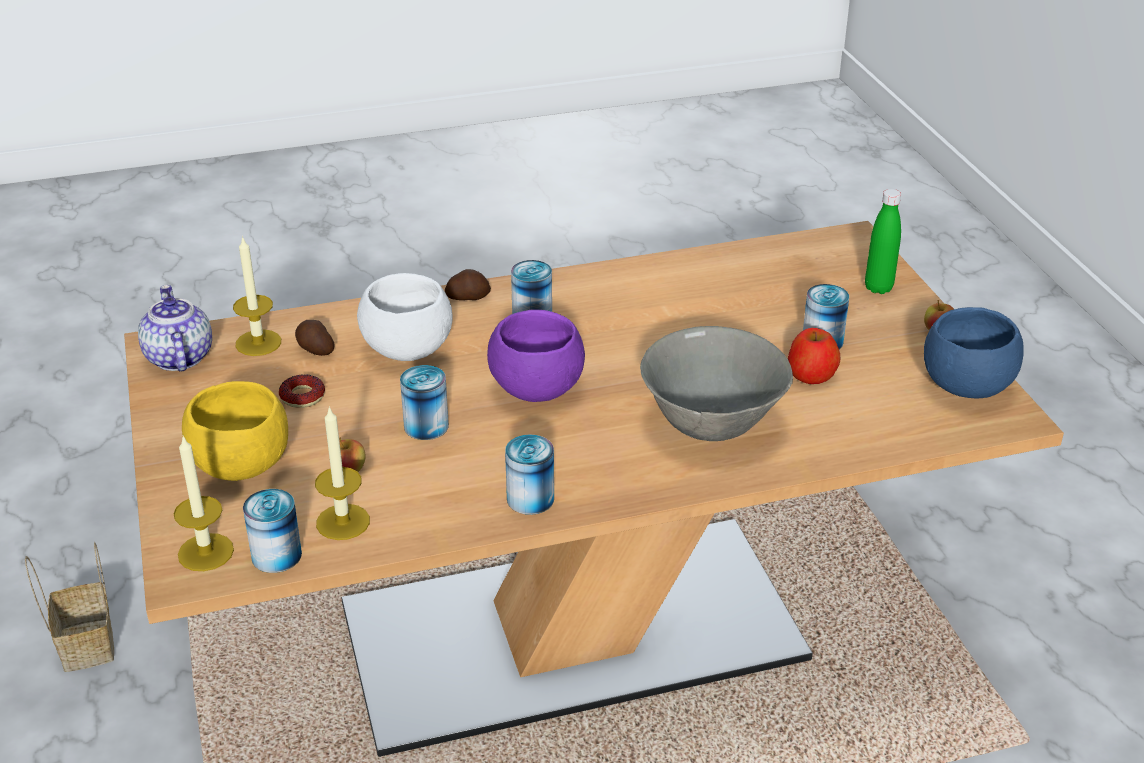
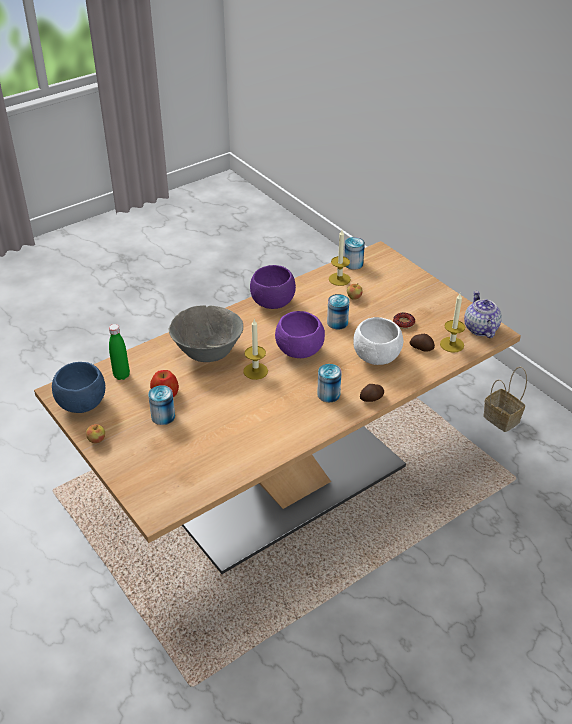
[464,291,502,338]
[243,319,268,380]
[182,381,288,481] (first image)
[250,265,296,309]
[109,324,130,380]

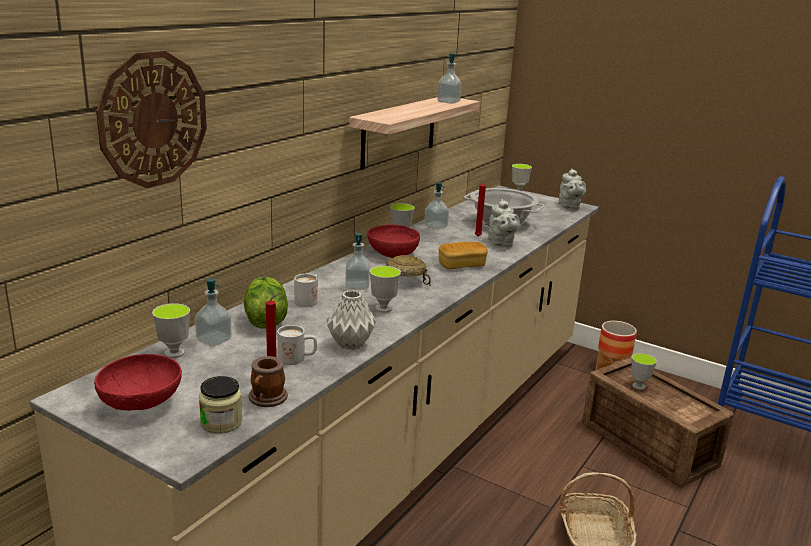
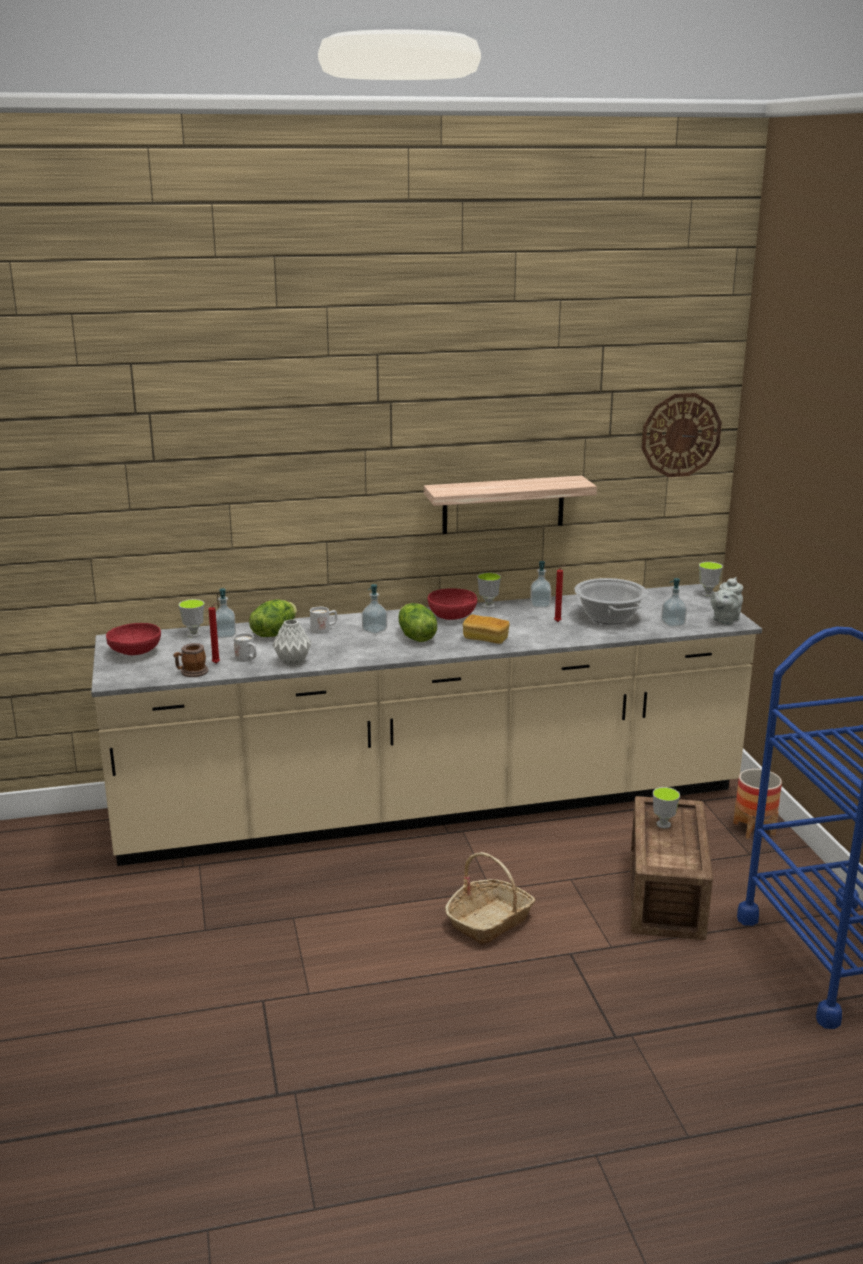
[641,393,722,477]
[199,376,243,434] (first image)
[370,266,401,313] (first image)
[398,603,437,642]
[661,578,687,627]
[488,199,520,247] (first image)

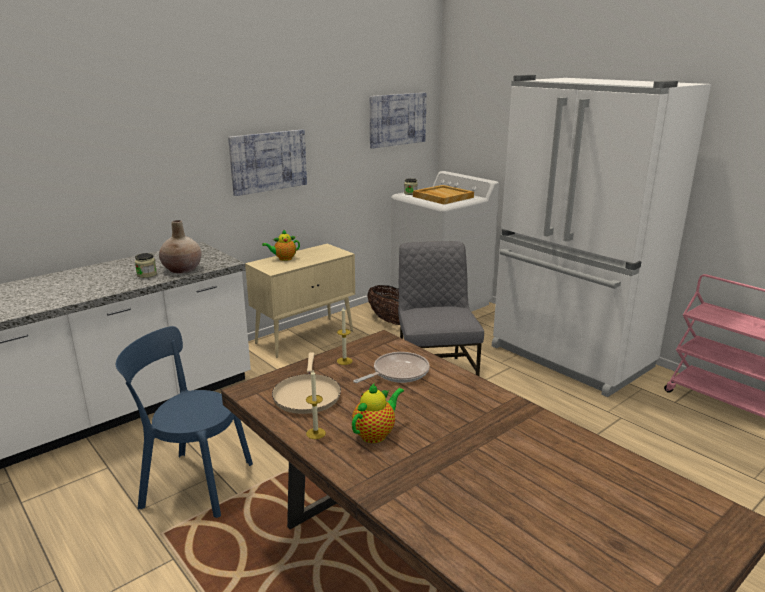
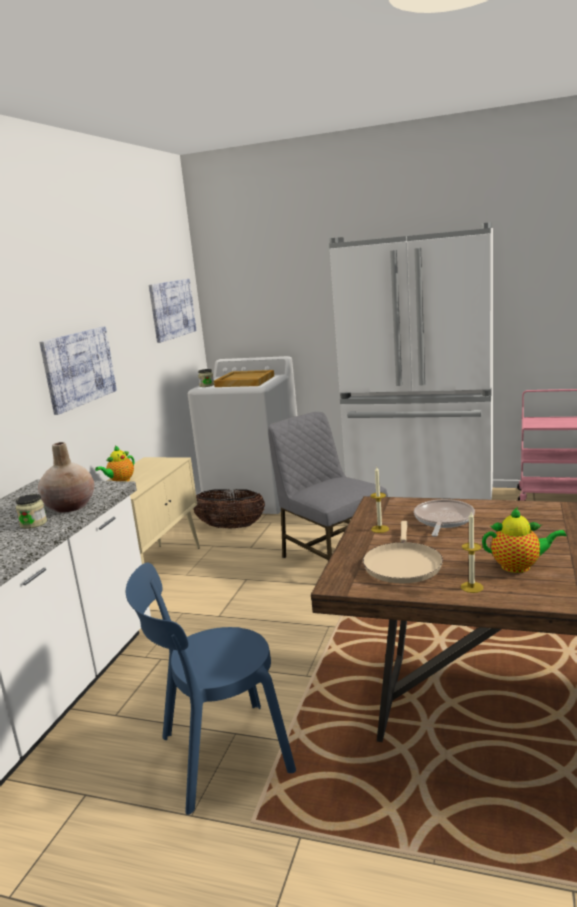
[363,521,443,583]
[482,507,567,573]

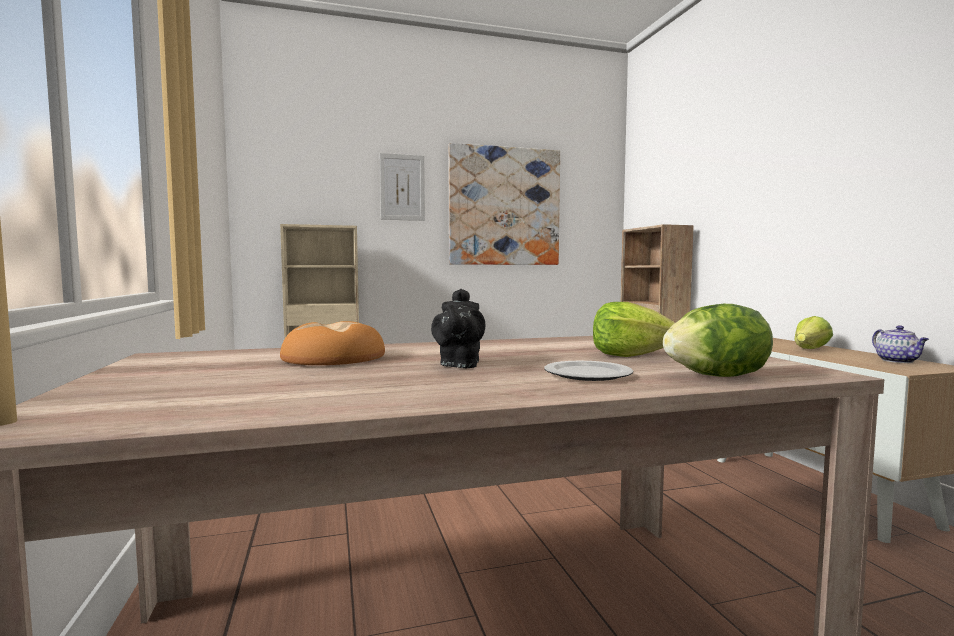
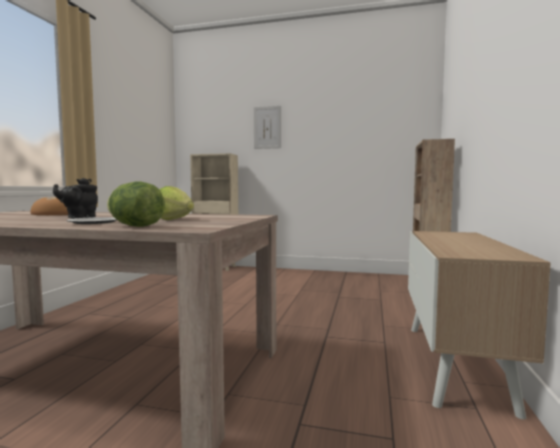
[448,143,560,265] (first image)
[794,316,833,349] (first image)
[872,325,929,363] (first image)

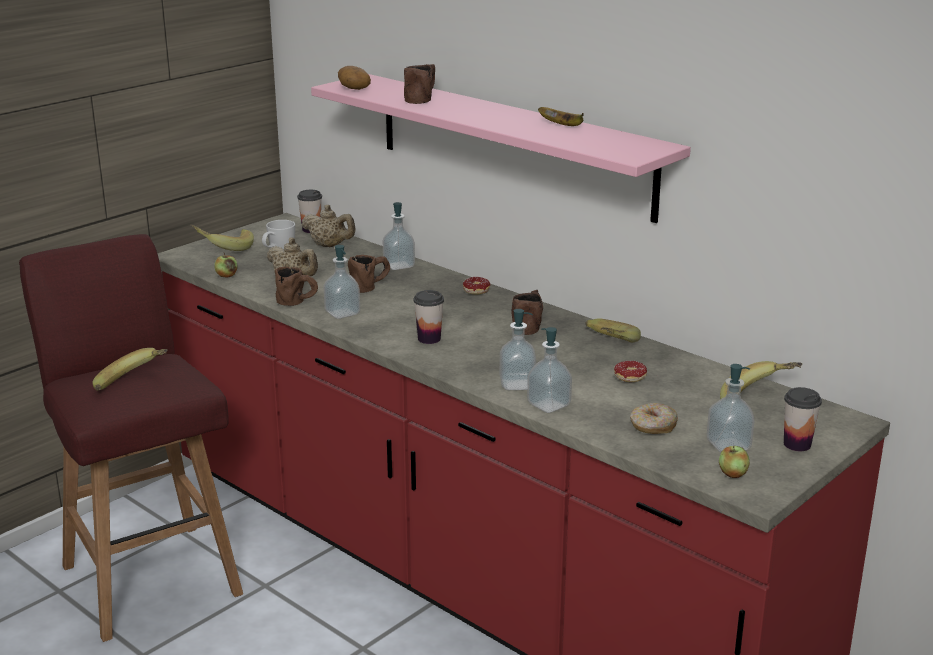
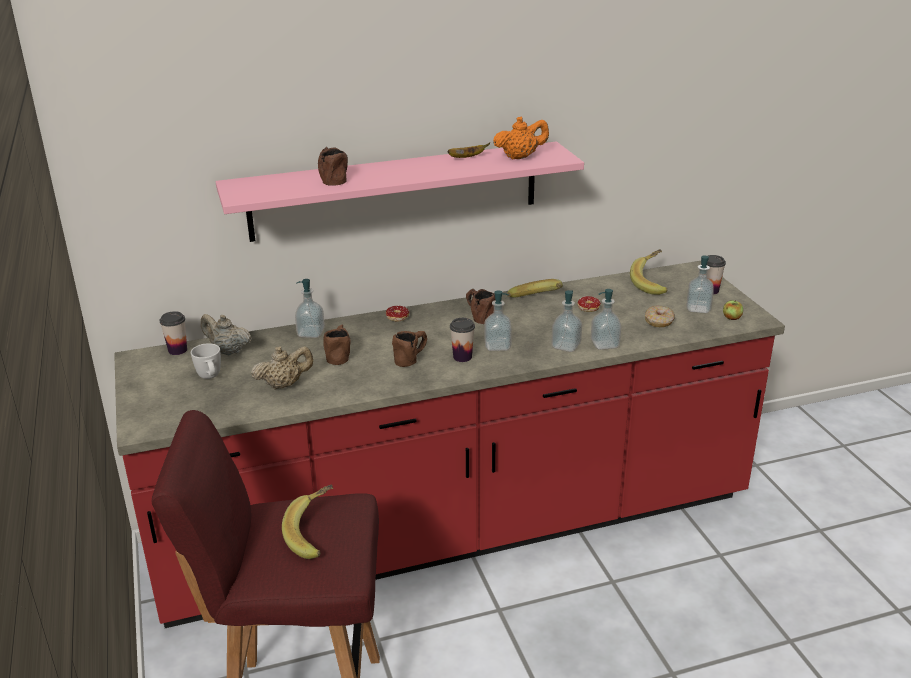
[191,224,254,251] (first image)
[214,252,237,278] (first image)
[392,331,427,367]
[201,314,252,355]
[484,290,512,351]
[338,66,371,90] (first image)
[493,116,549,159]

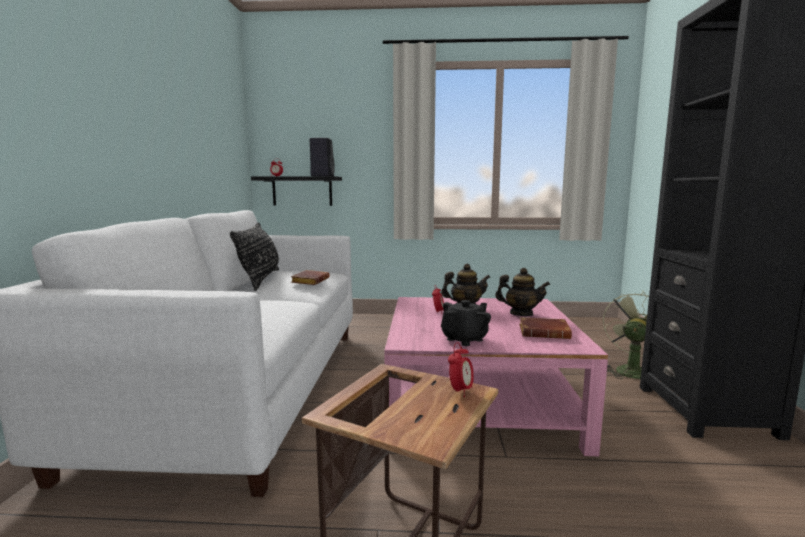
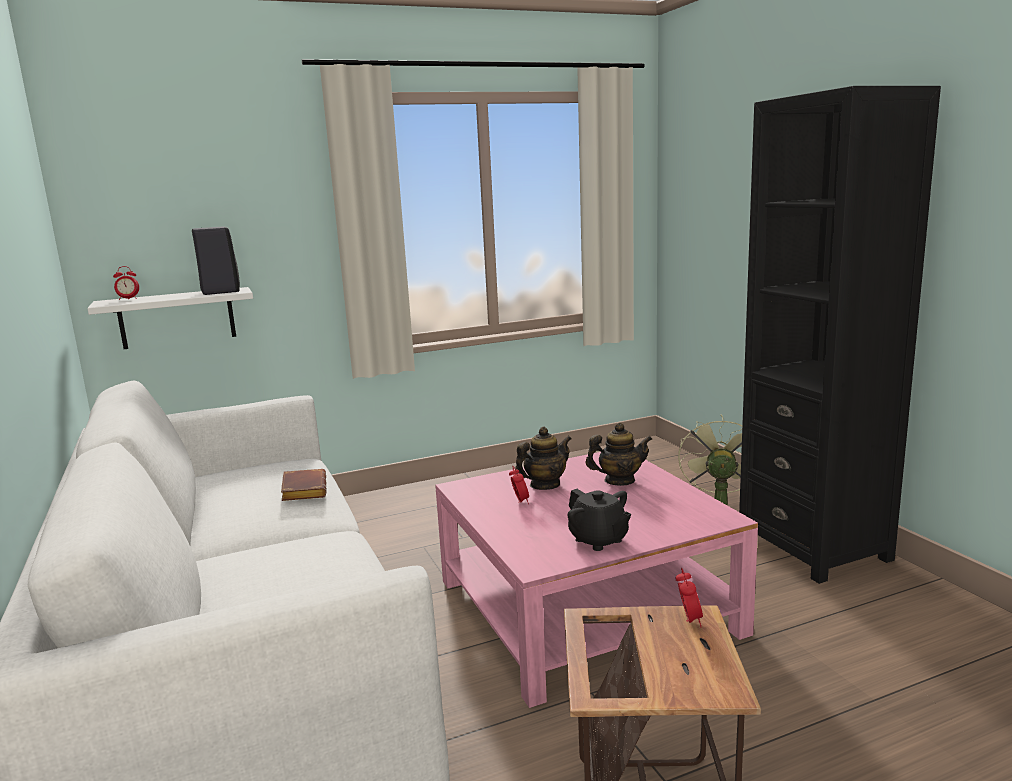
[230,222,279,291] (first image)
[87,287,253,349]
[568,489,631,551]
[519,317,572,339] (first image)

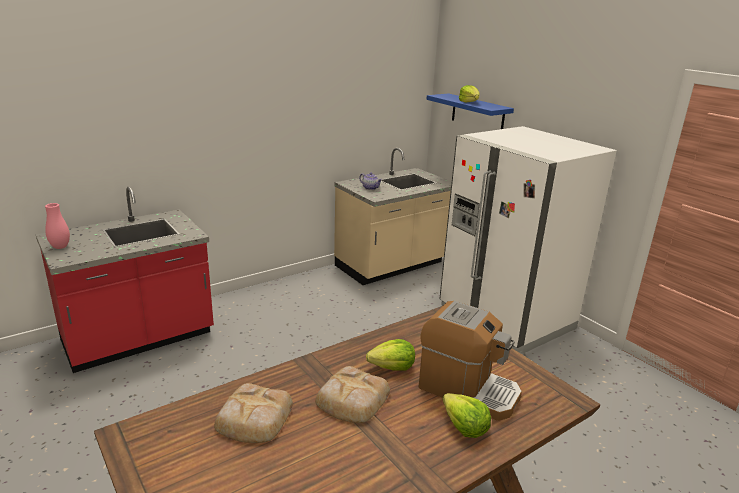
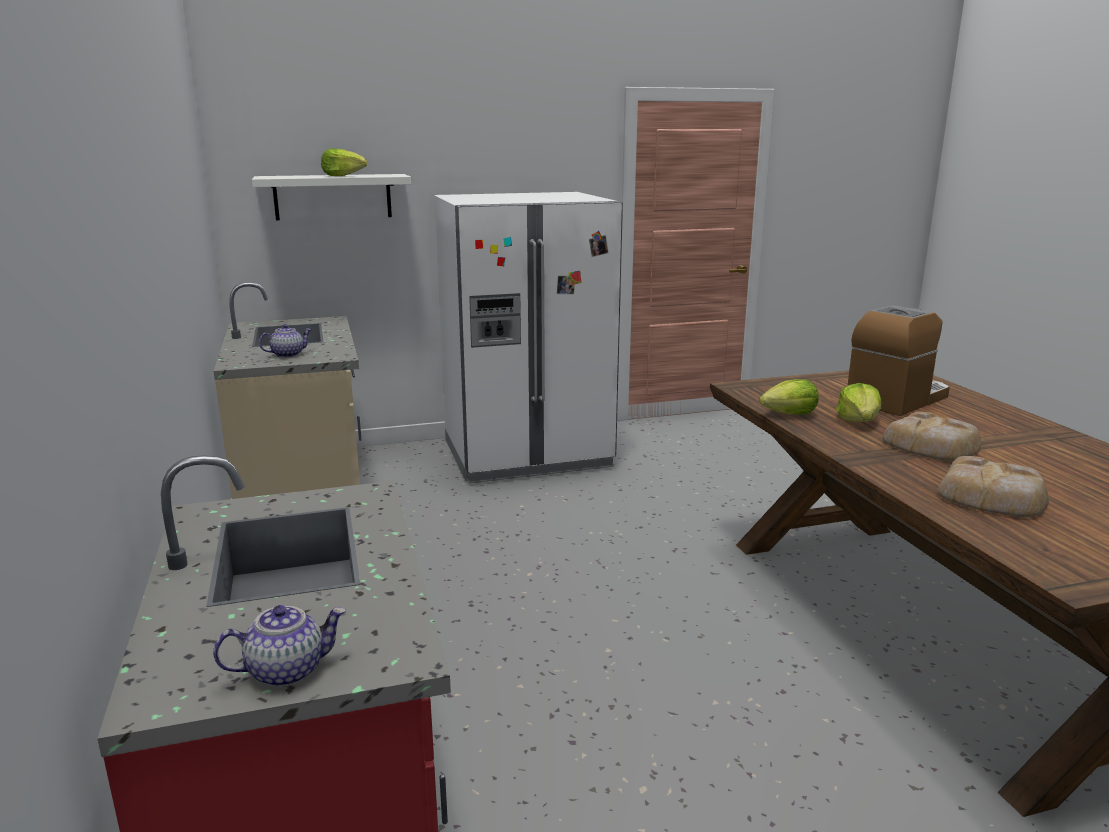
[213,605,346,687]
[252,174,411,220]
[760,379,819,414]

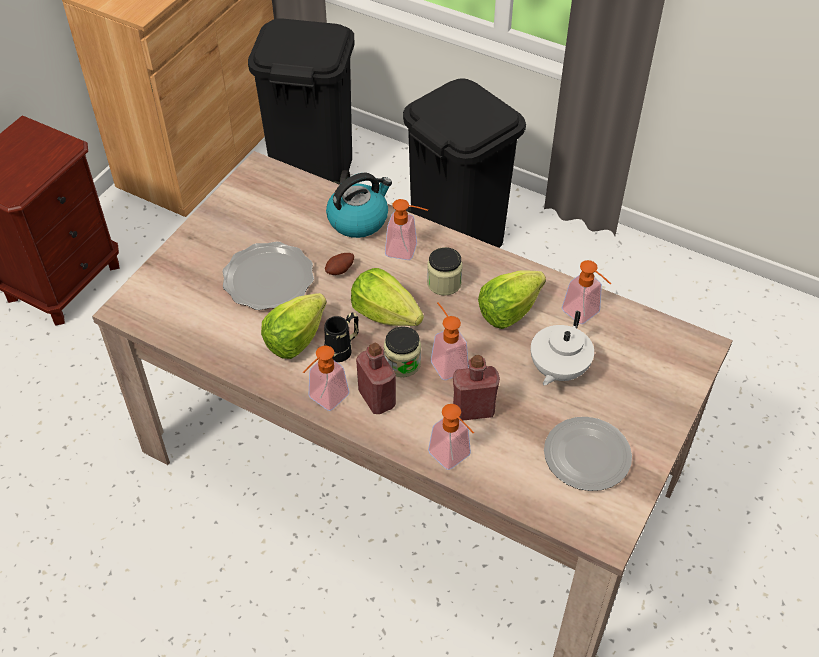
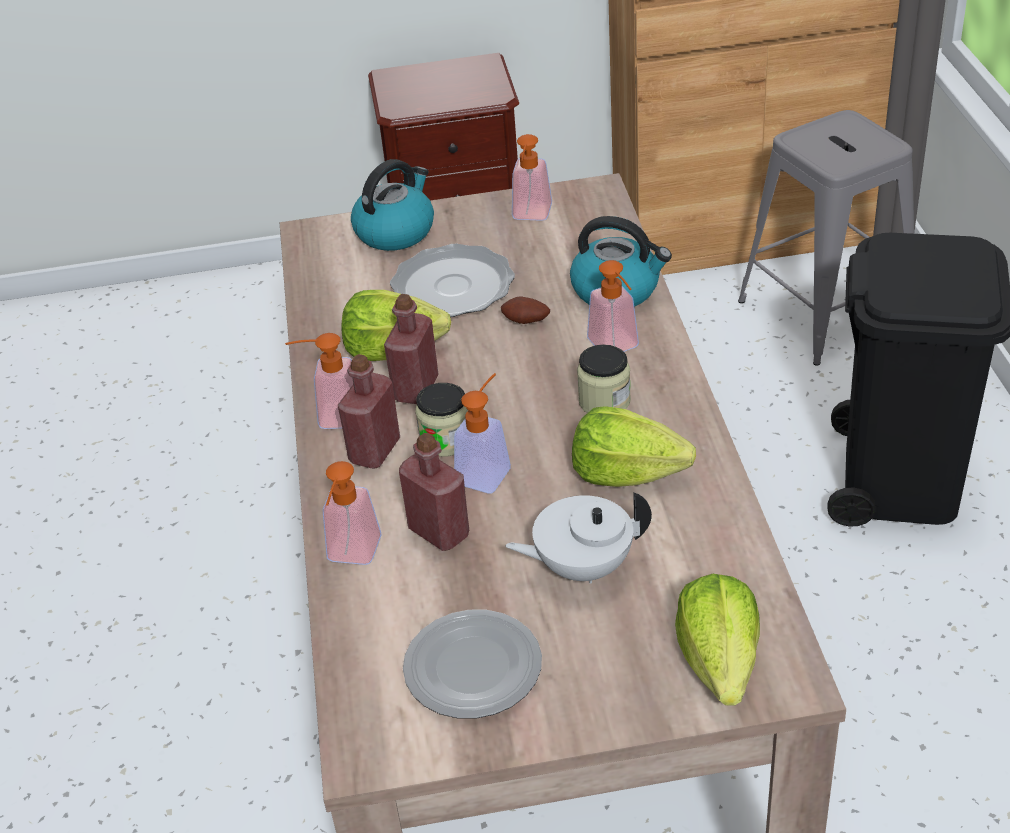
[738,110,914,365]
[384,294,439,404]
[675,574,760,706]
[512,134,552,221]
[351,159,434,251]

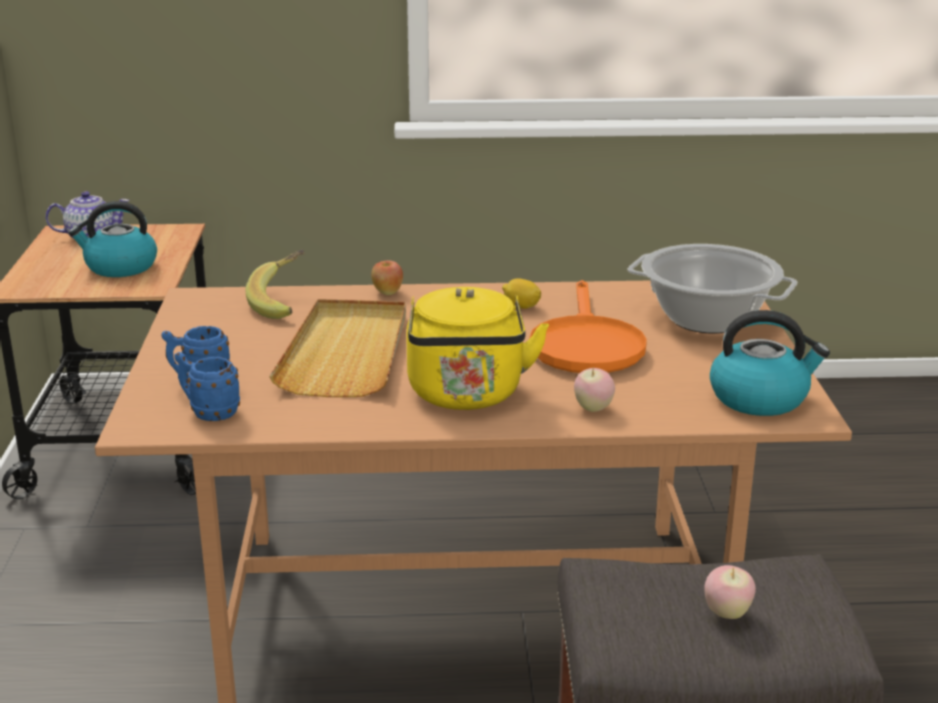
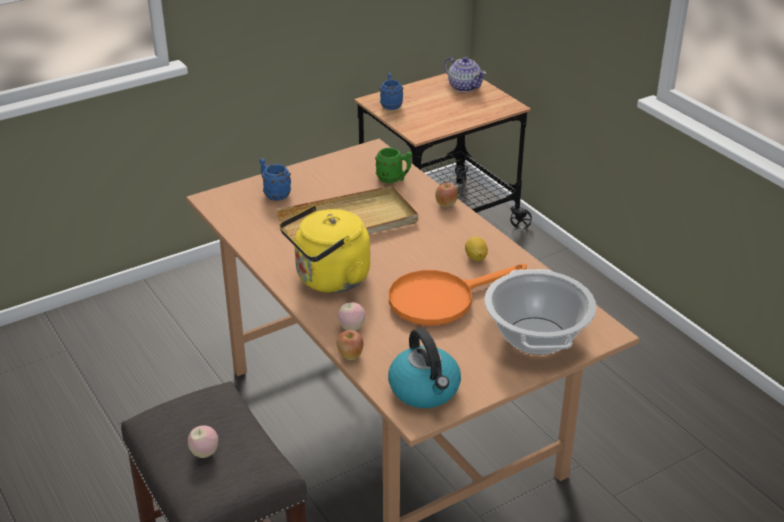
[69,201,157,277] (first image)
[380,73,403,110]
[375,148,412,183]
[337,330,364,360]

